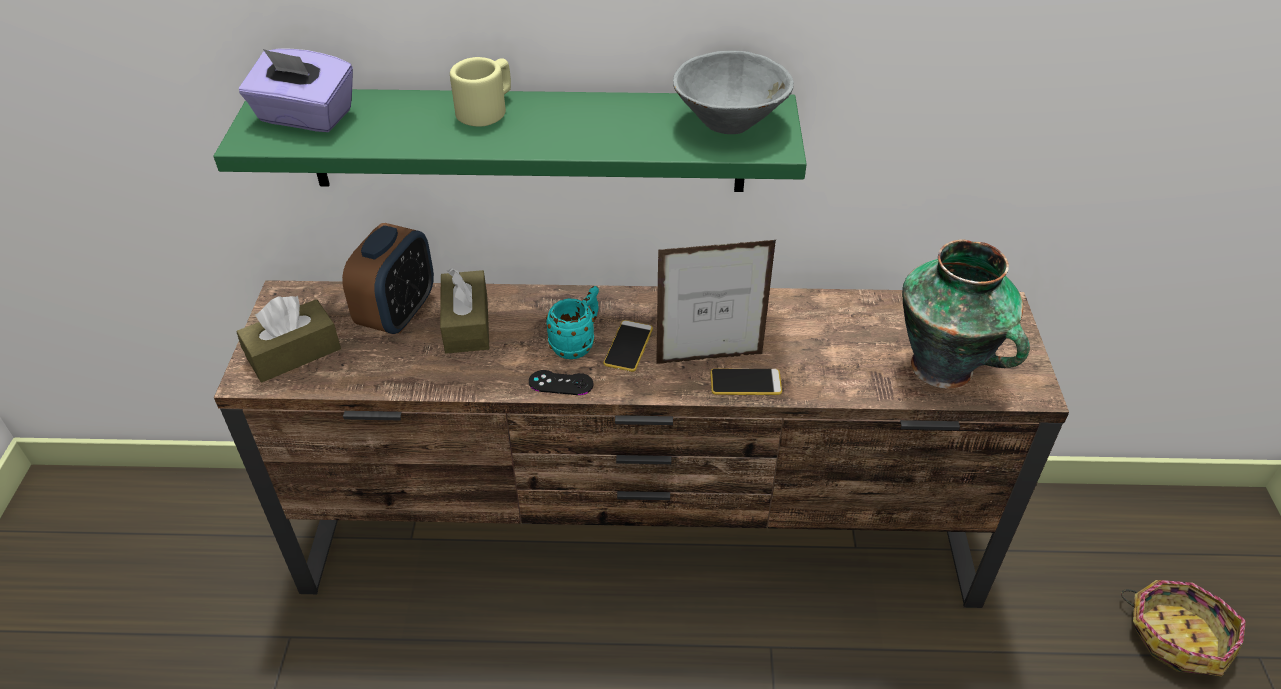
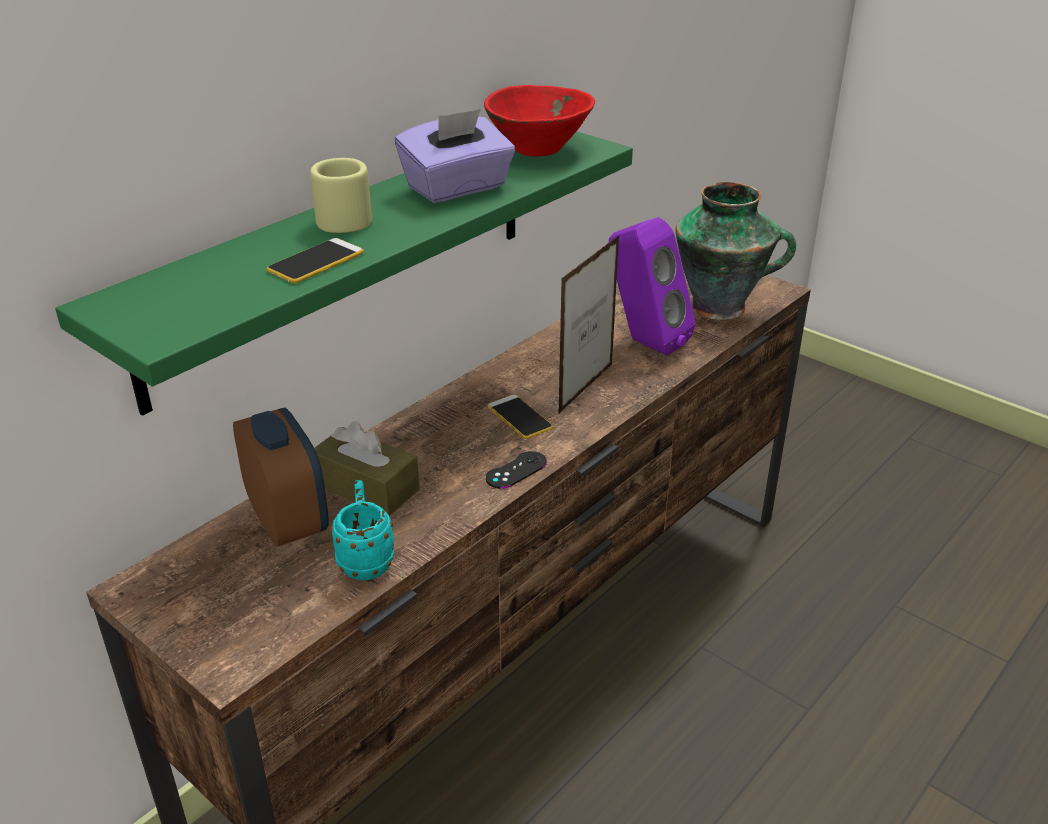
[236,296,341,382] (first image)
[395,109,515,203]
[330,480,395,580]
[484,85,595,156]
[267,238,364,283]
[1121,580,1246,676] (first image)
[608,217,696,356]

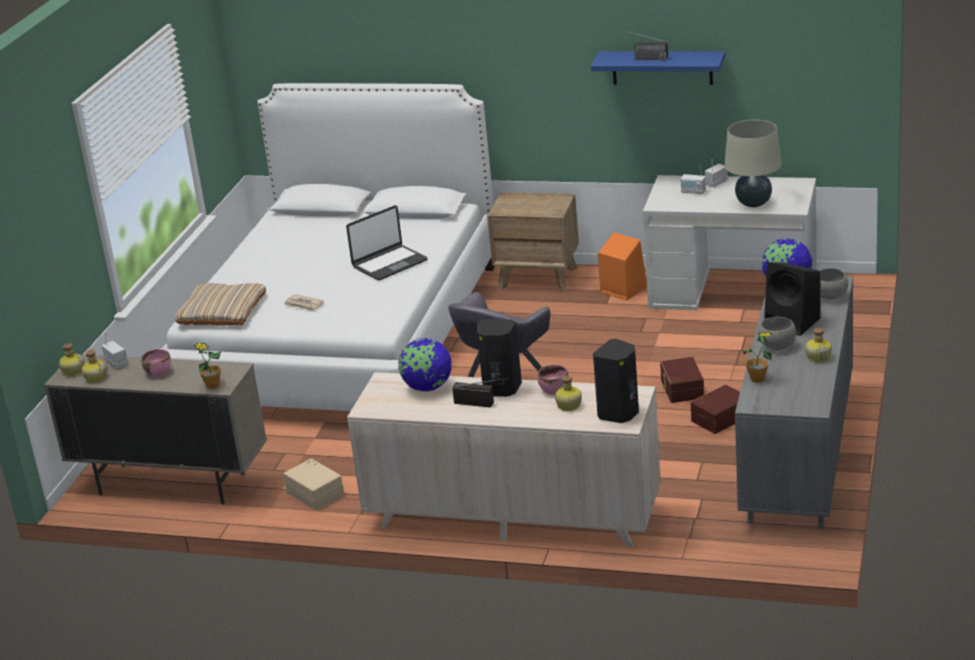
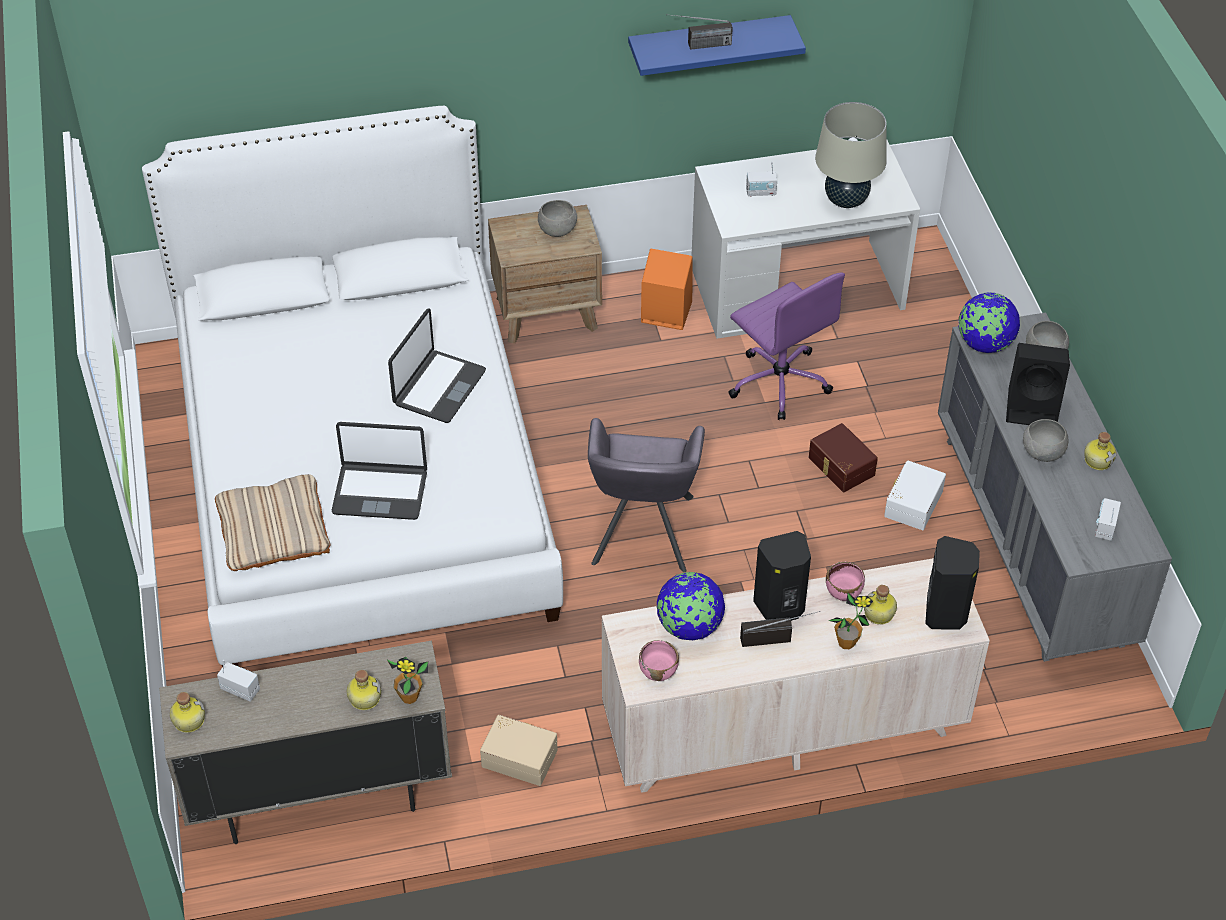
[347,670,382,710]
[639,640,679,681]
[332,422,427,520]
[884,460,946,530]
[1095,498,1121,541]
[828,593,873,649]
[538,200,577,237]
[728,273,845,420]

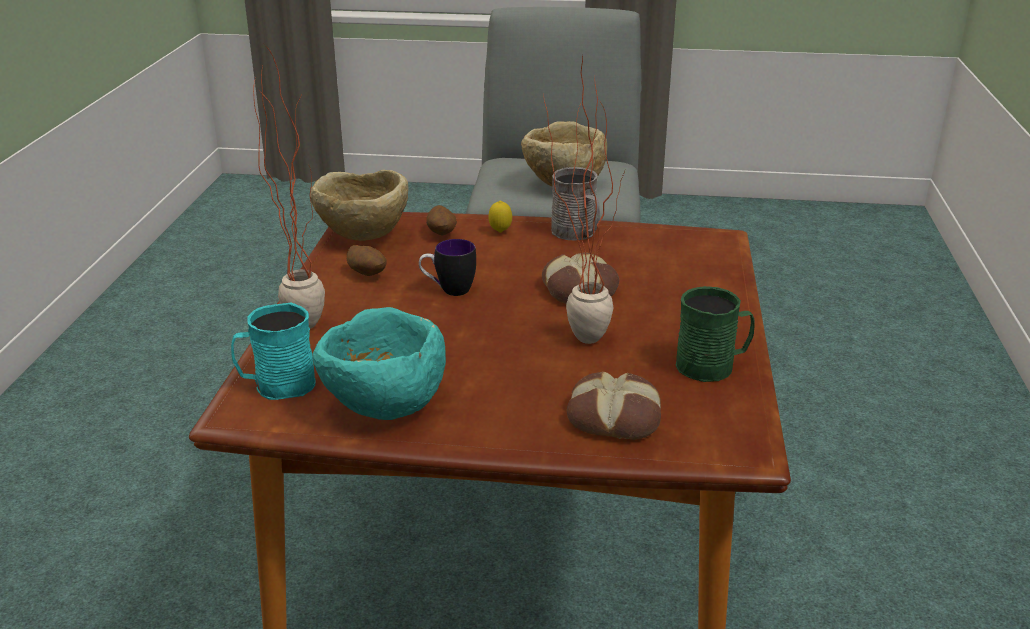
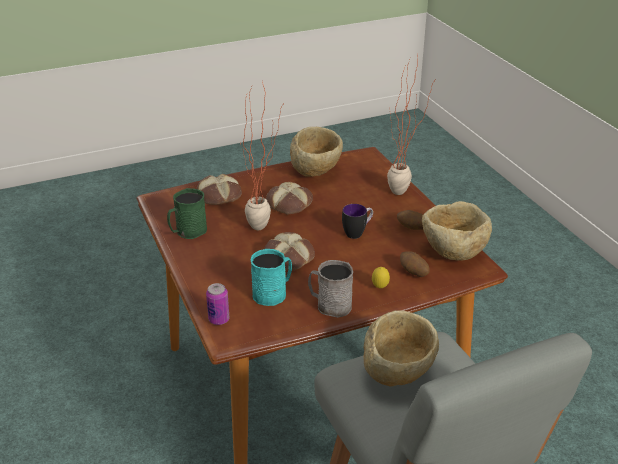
[251,249,292,306]
[290,127,343,177]
[206,283,230,325]
[266,182,313,214]

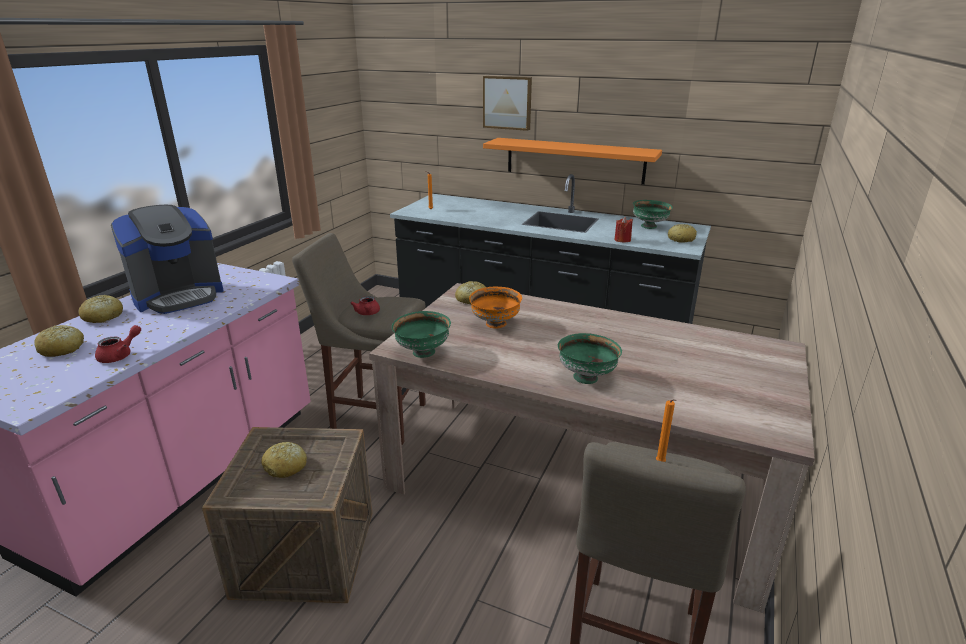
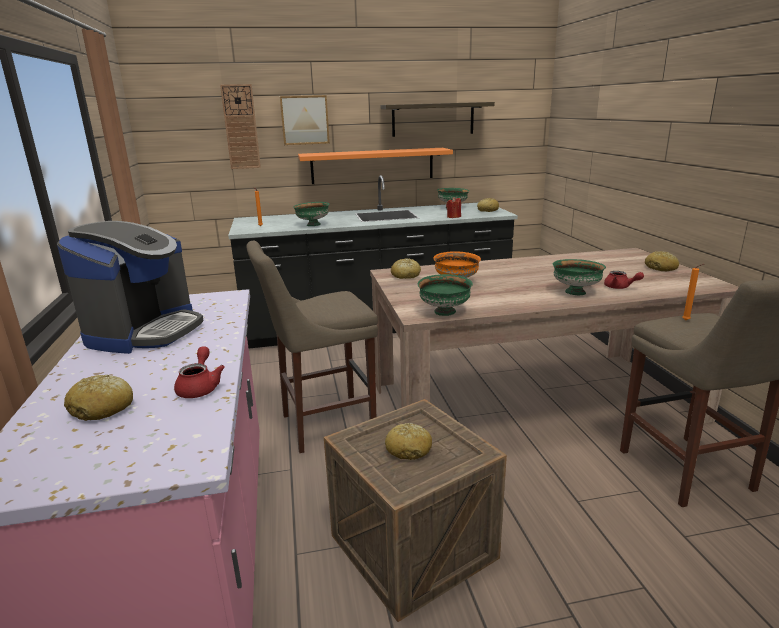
[645,251,679,271]
[604,271,644,289]
[220,84,261,169]
[293,202,329,226]
[381,102,495,137]

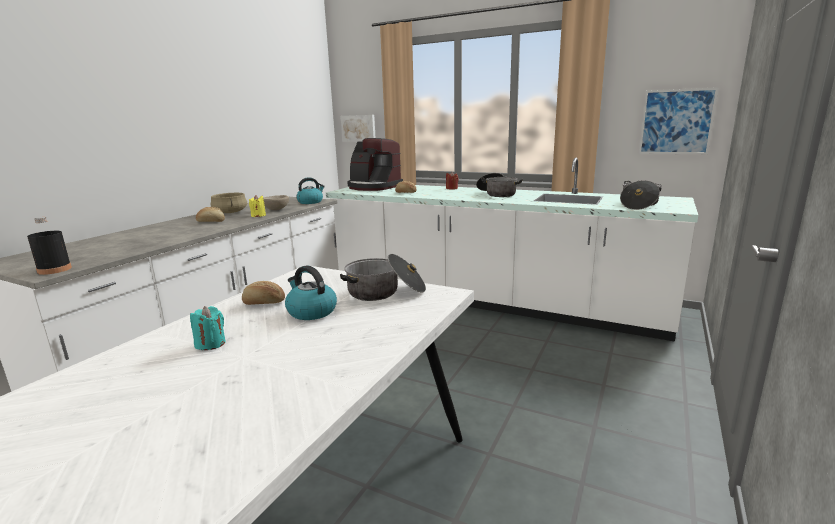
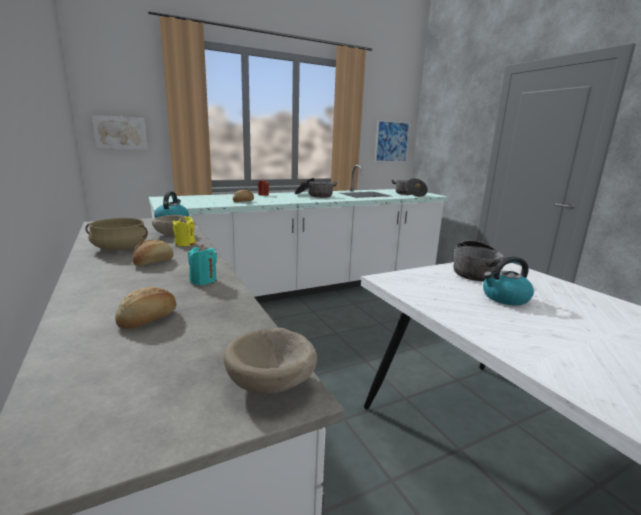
[224,328,317,394]
[188,244,217,285]
[115,287,177,329]
[347,138,403,191] (first image)

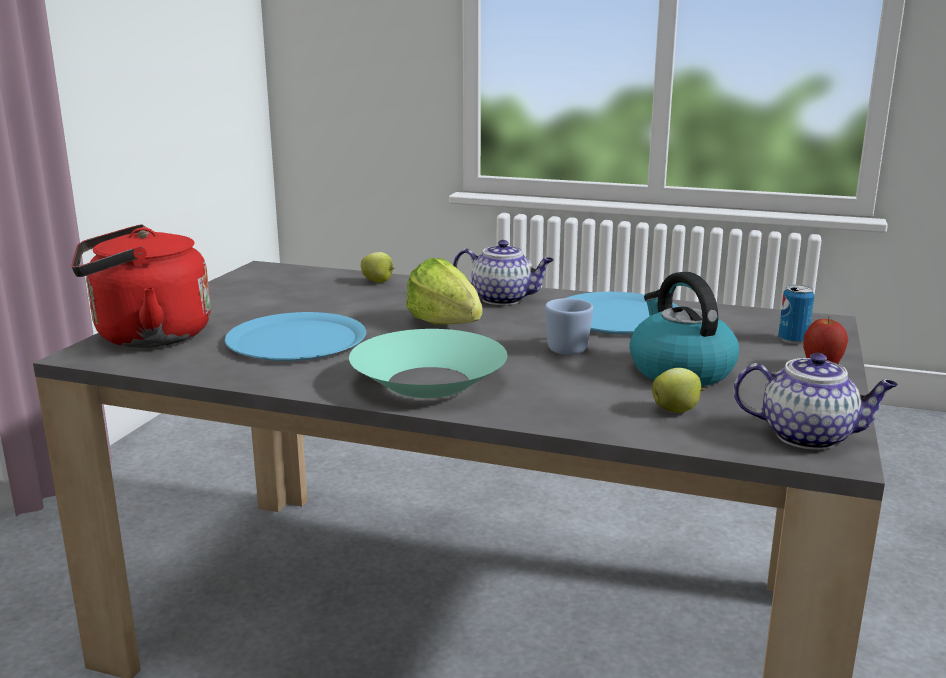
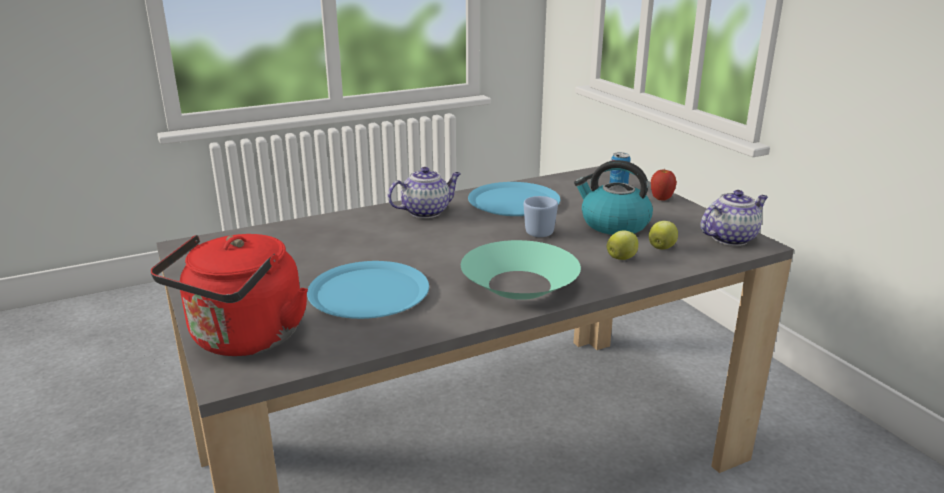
[606,230,638,260]
[406,258,483,324] (first image)

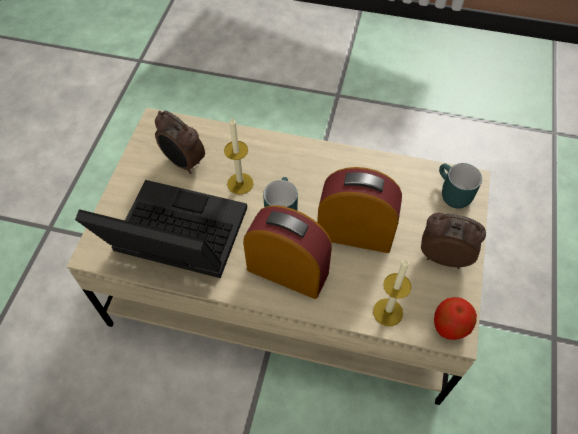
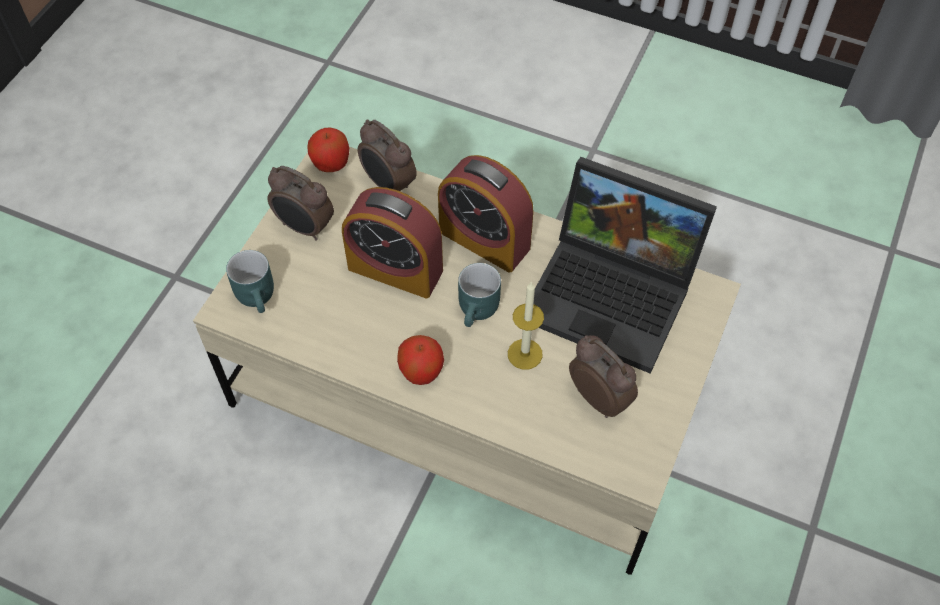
[358,119,417,191]
[397,335,444,385]

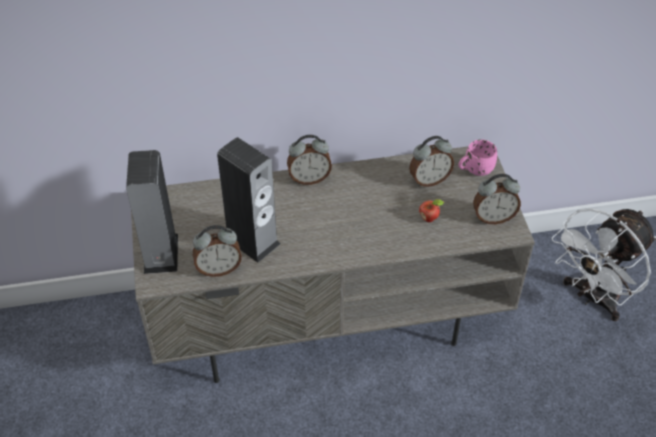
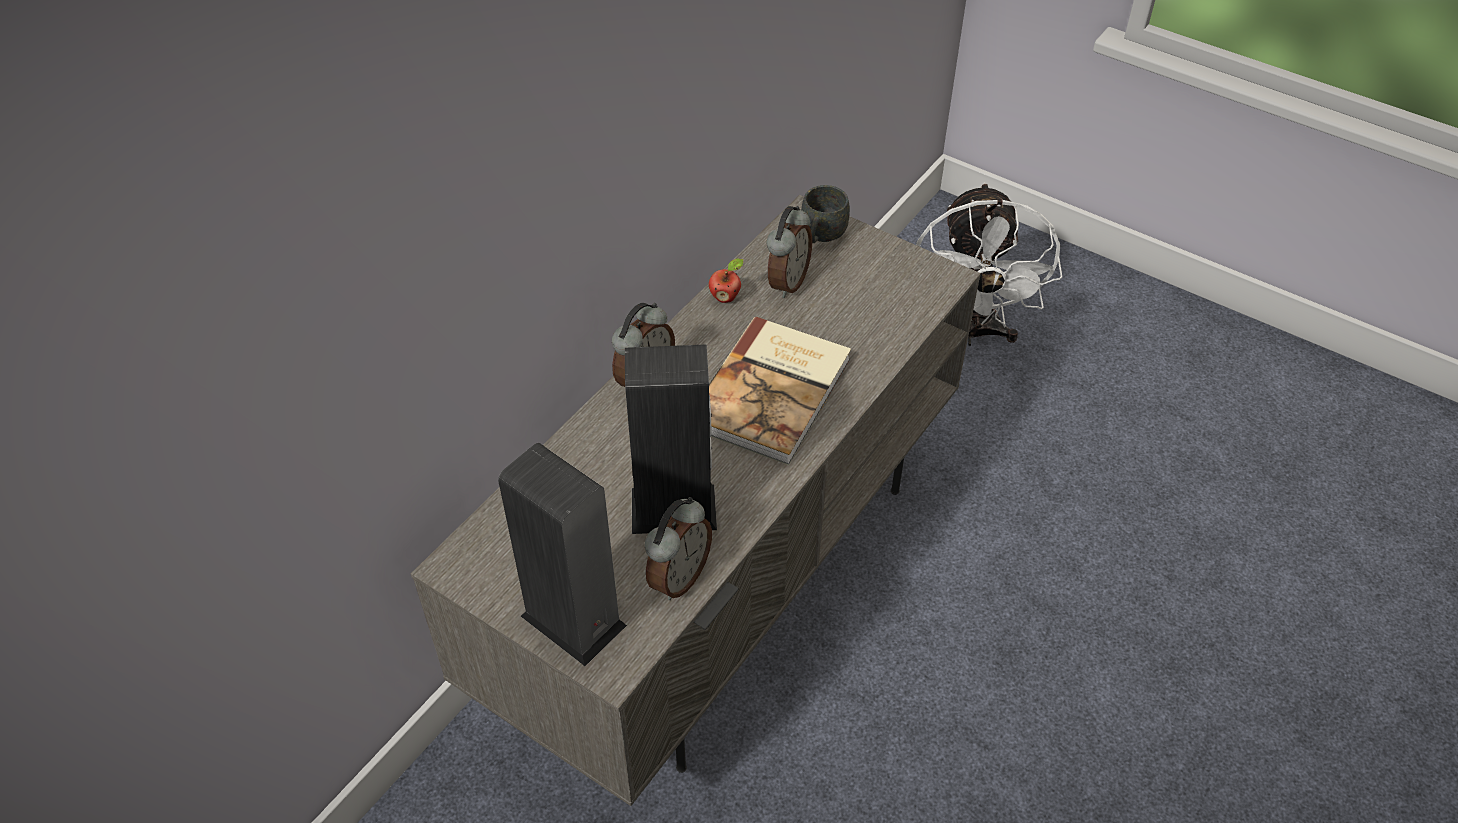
[709,259,743,303]
[801,185,850,243]
[473,174,521,224] (first image)
[709,317,851,465]

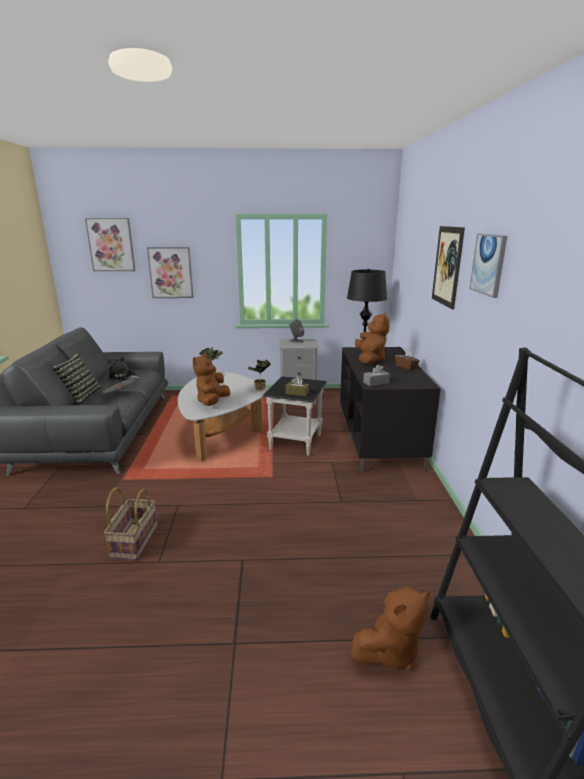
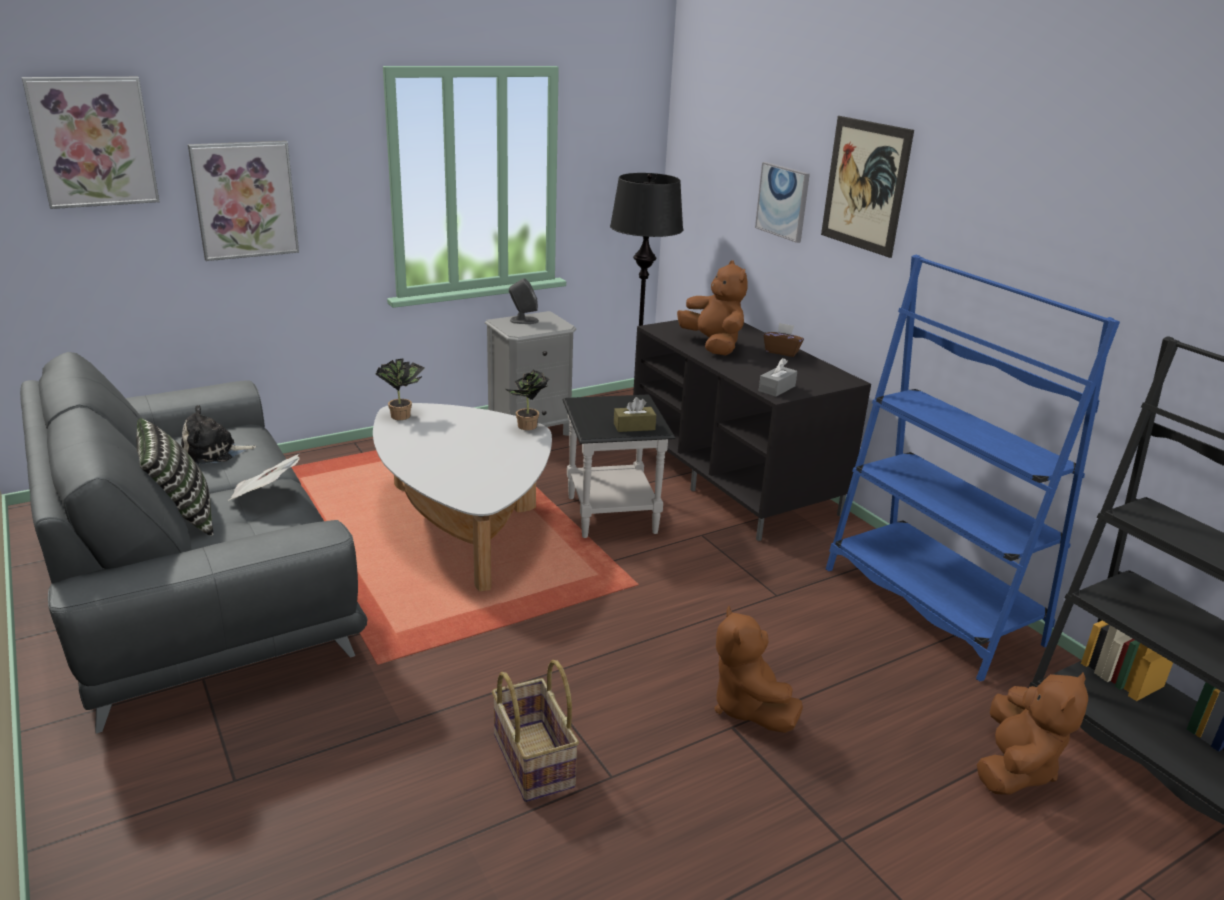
[714,606,803,733]
[755,162,810,243]
[826,255,1120,681]

